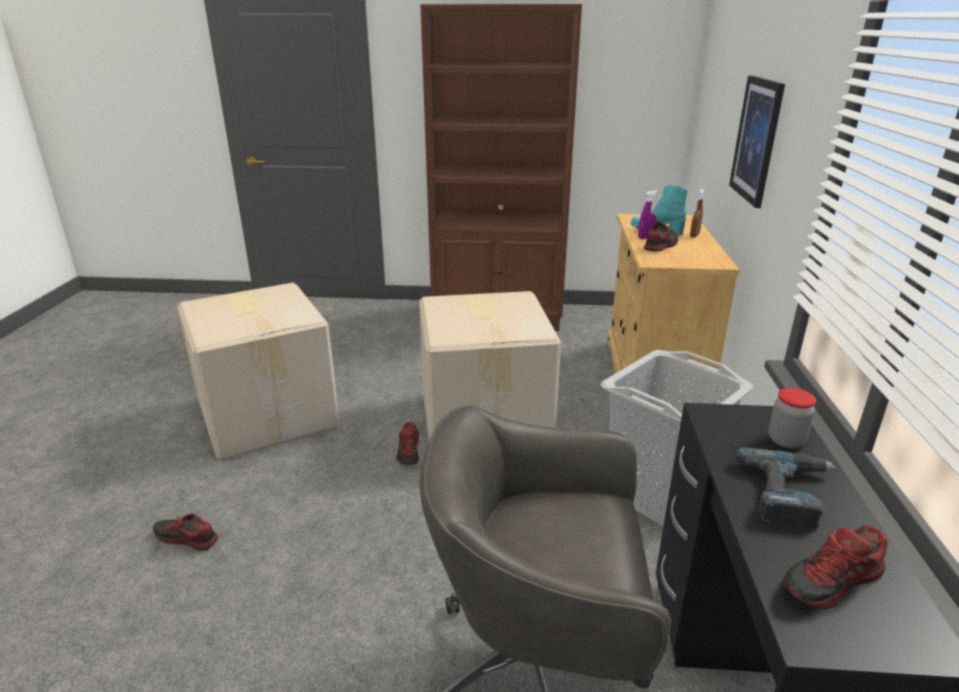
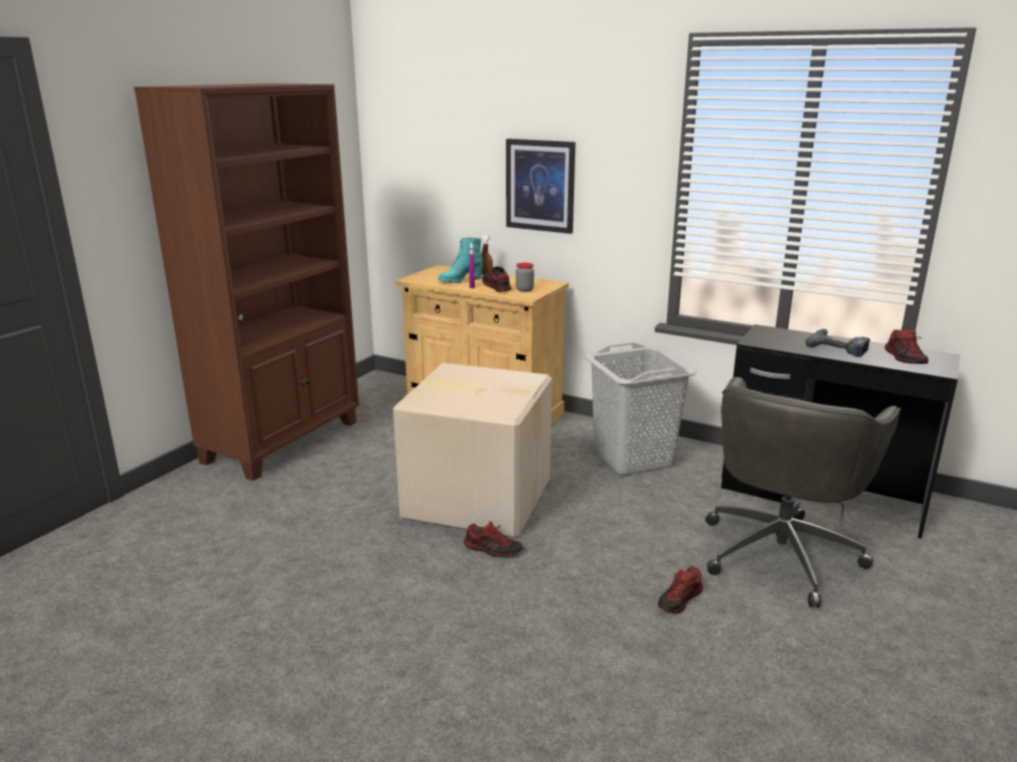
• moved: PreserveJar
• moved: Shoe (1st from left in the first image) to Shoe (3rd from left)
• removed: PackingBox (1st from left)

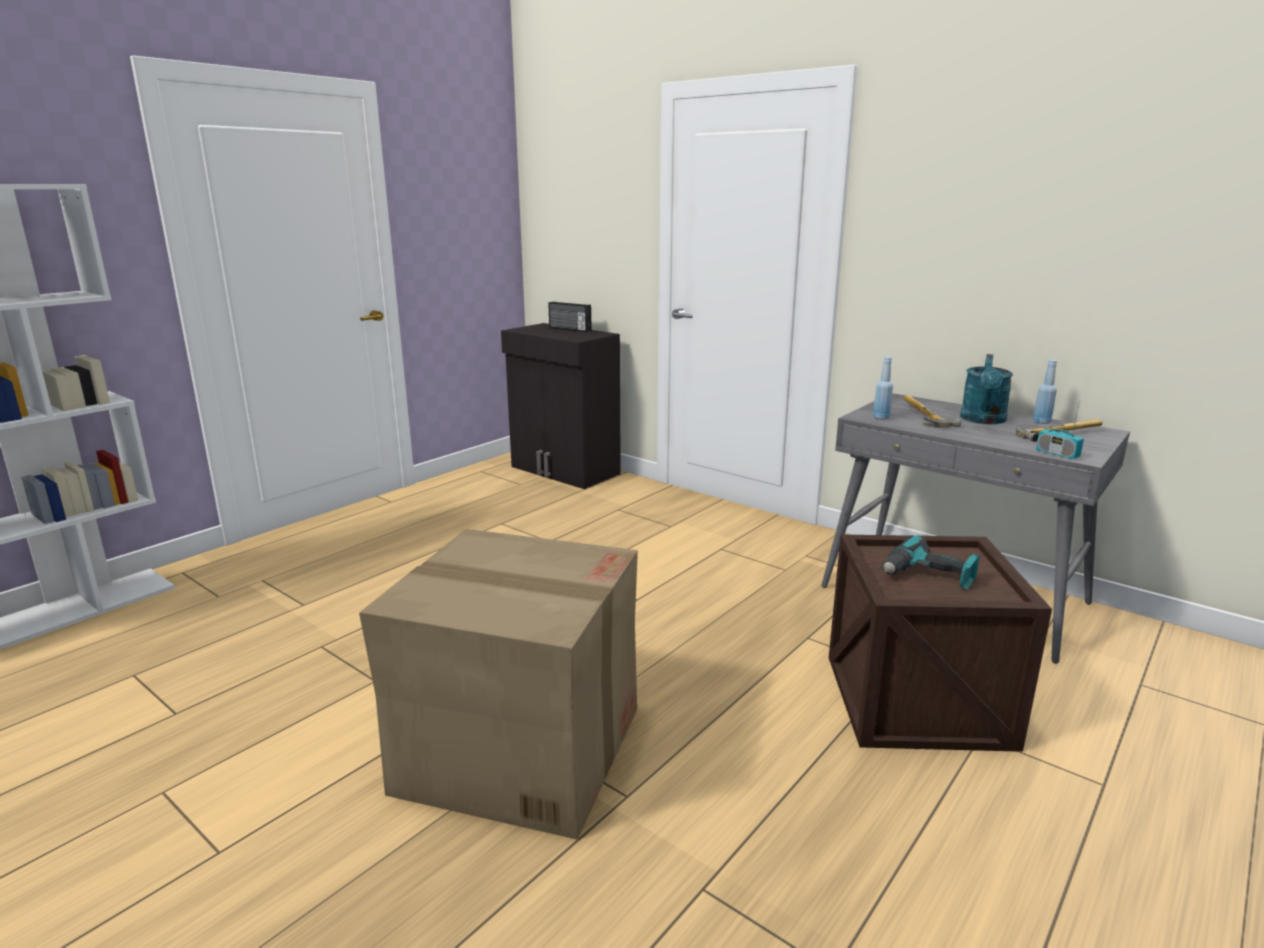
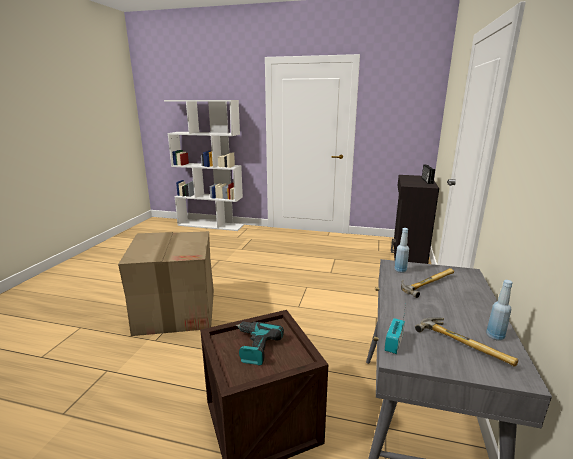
• removed: TurquoiseSprinklingCan

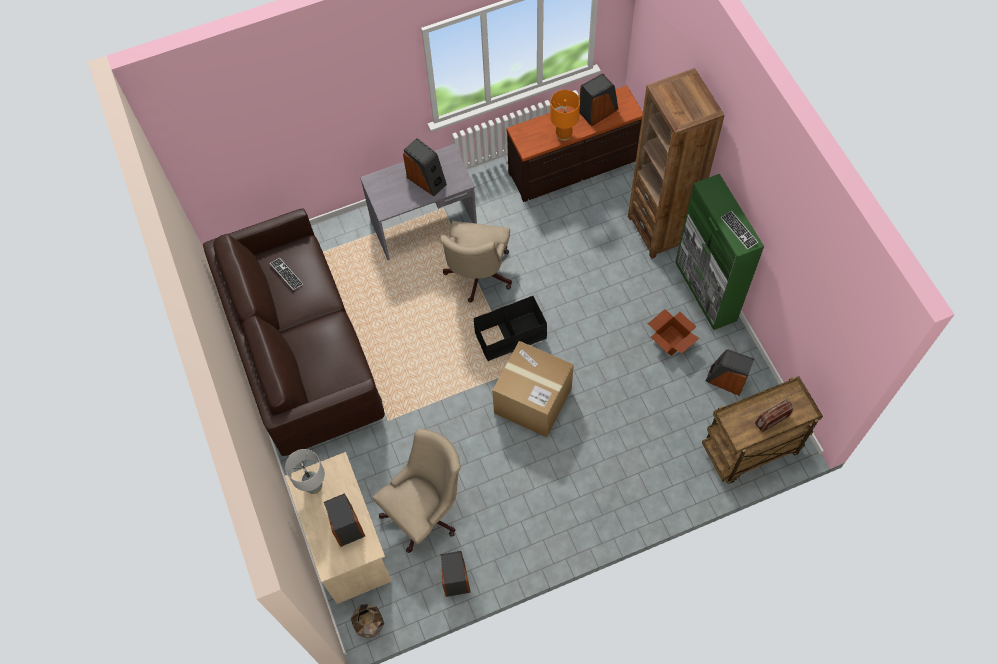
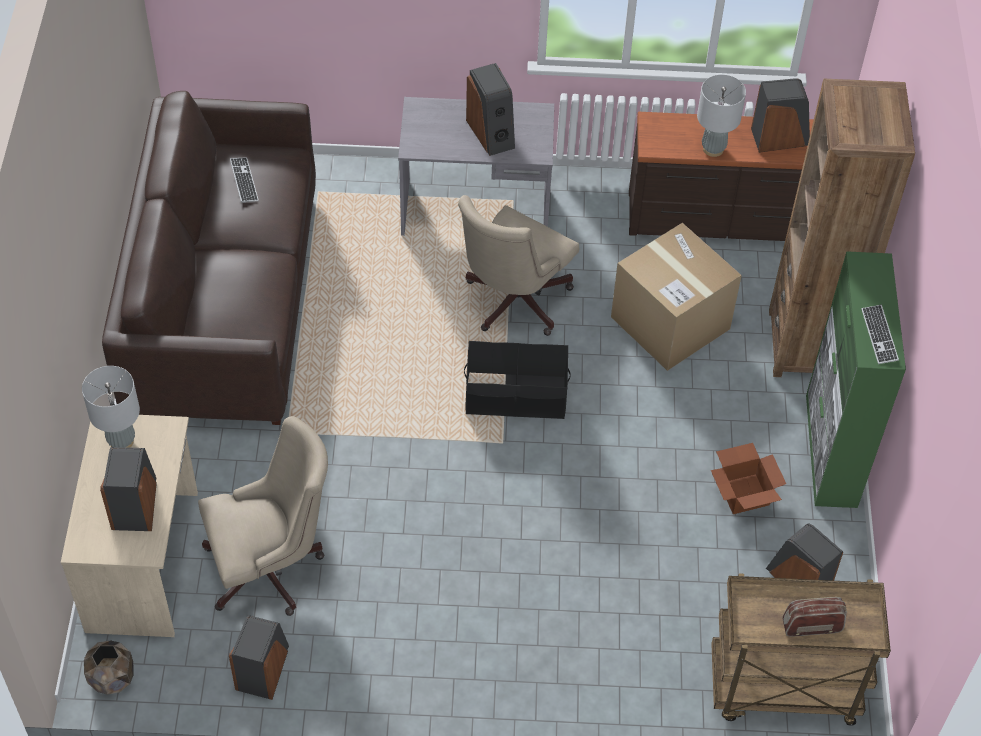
• moved: PackingBox (1st from left)
• recoloured: OrangeColouredTabletopLamp to GrayTabletopLamp (2nd from left)

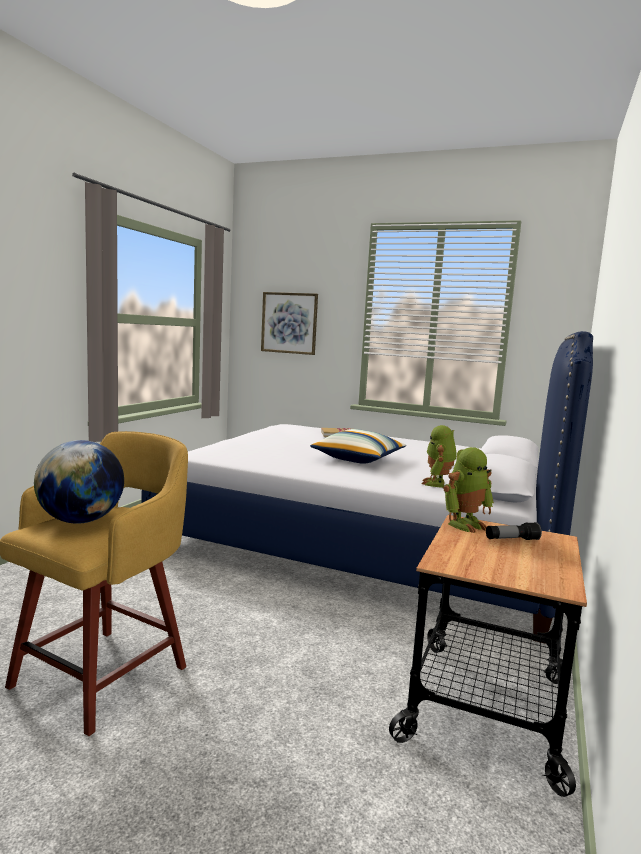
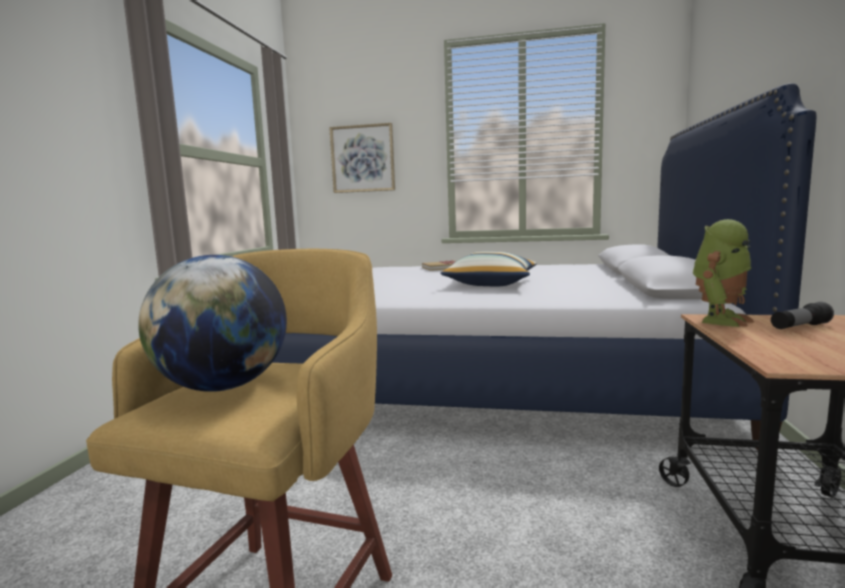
• removed: ToyRobot (1st from left)

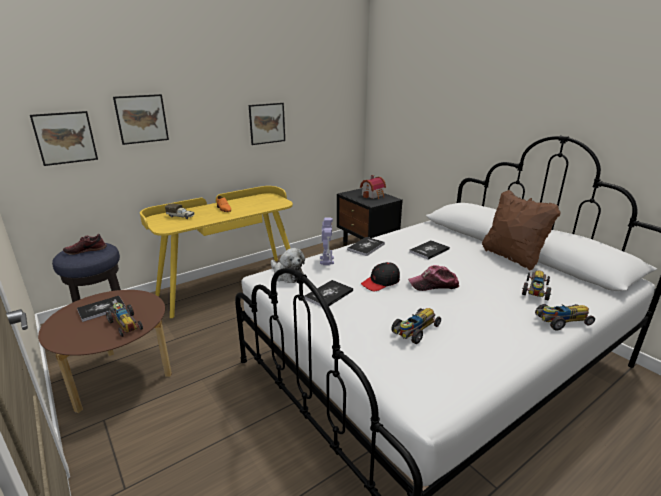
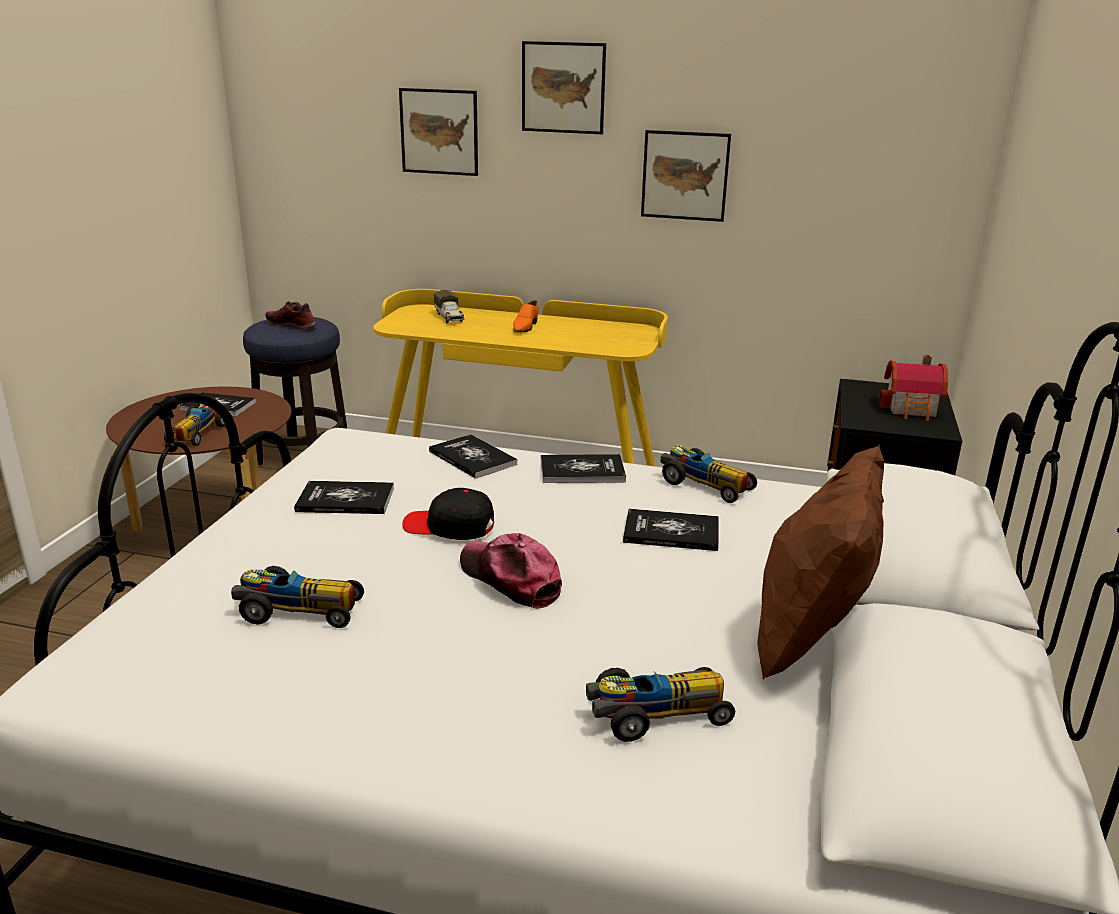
• replaced: ToyRobot to Volume (3rd from left)
• moved: WallArt (1st from left in the first image) to WallArt (2nd from left)
• moved: ToyCar (4th from left)
• removed: SoftToy

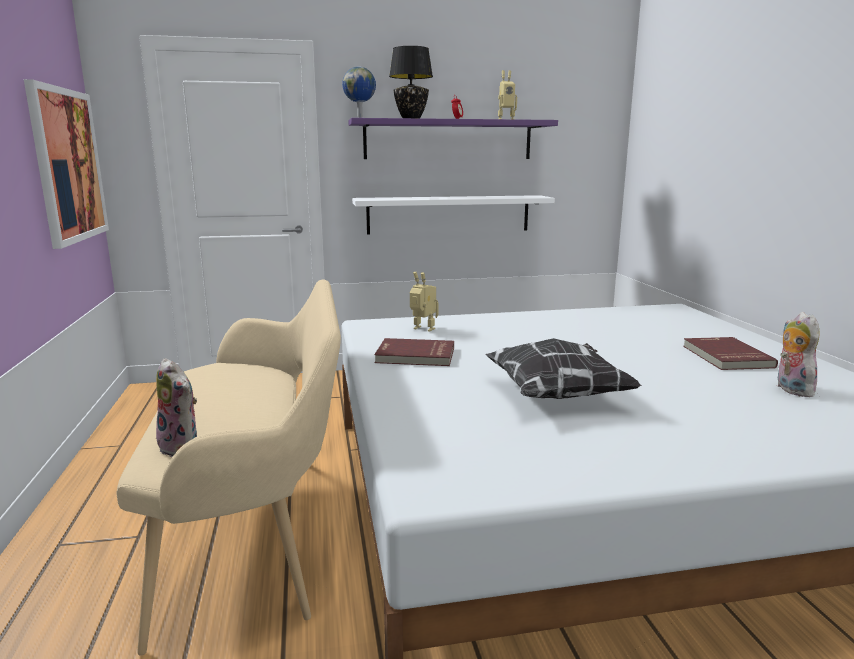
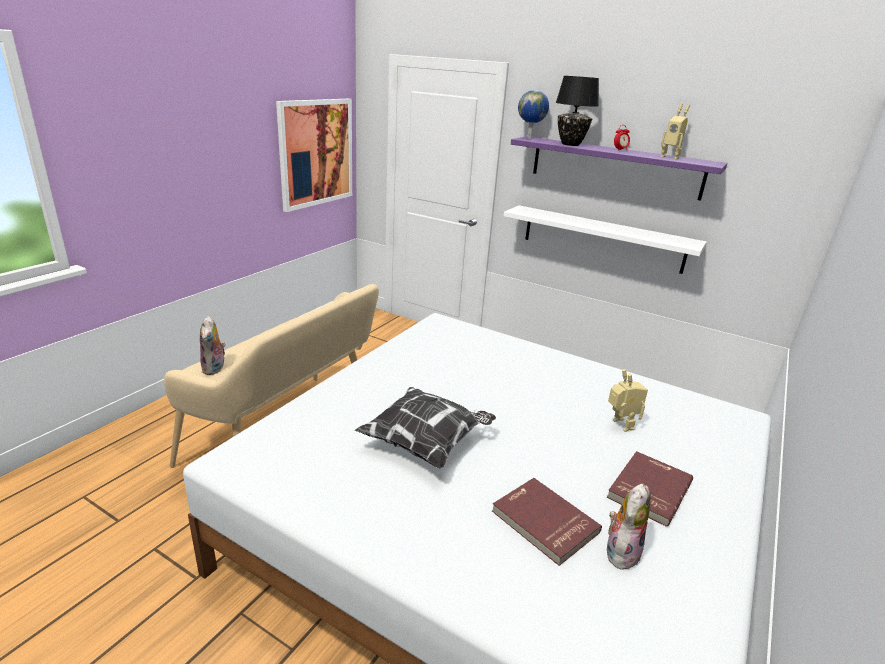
• moved: ReddishVolume (1st from left)
• moved: ToyRobot (1st from left)

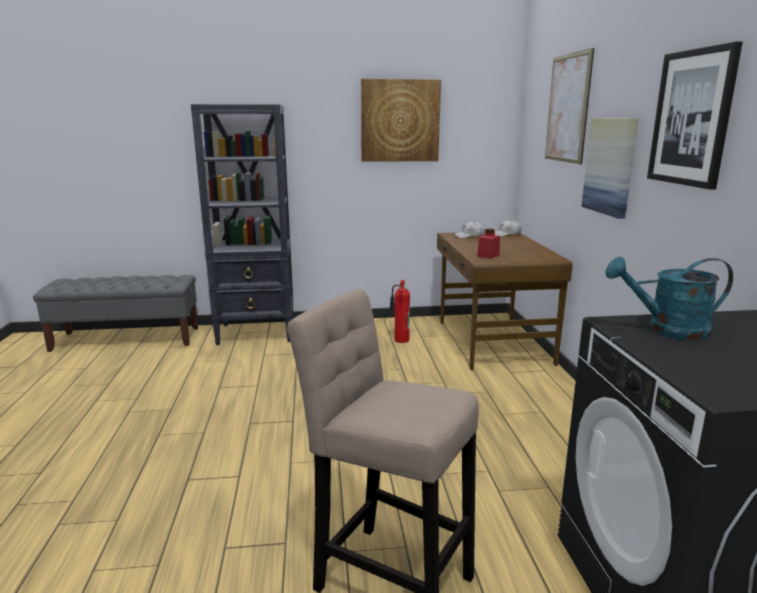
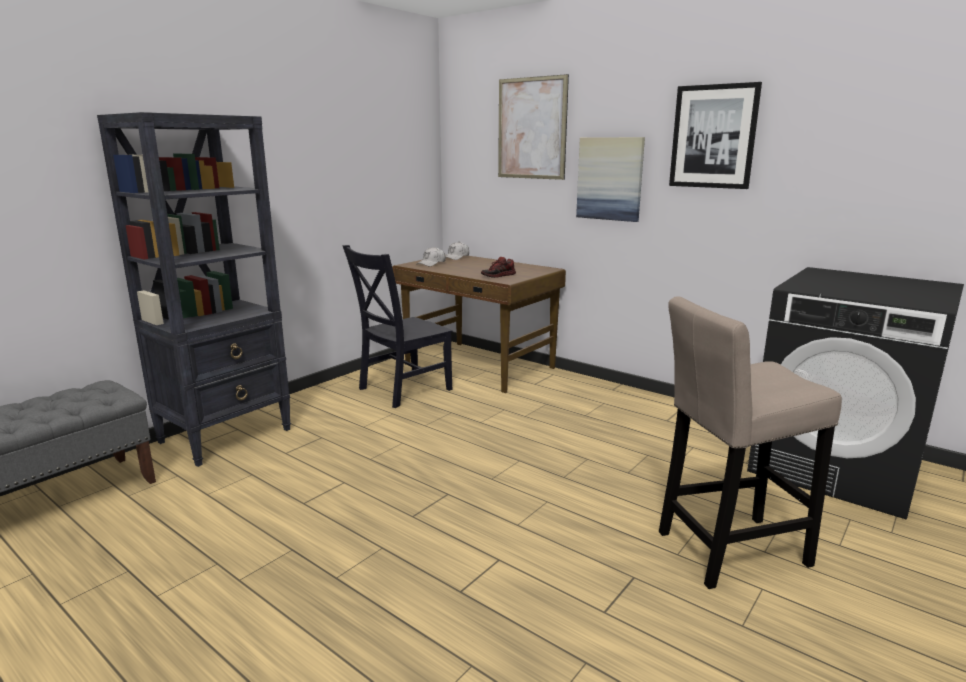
• replaced: FireFightingCylinder to BlackishPlainChair
• replaced: ReddishPreserveJar to Shoe
• removed: WallArt (1st from left)
• removed: TurquoiseSprinklingCan

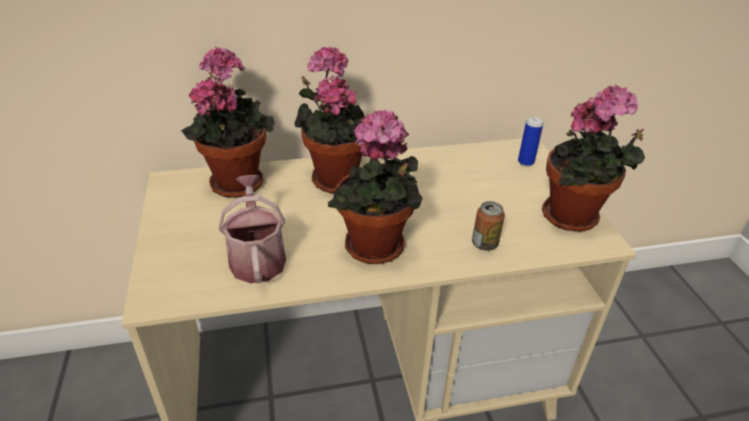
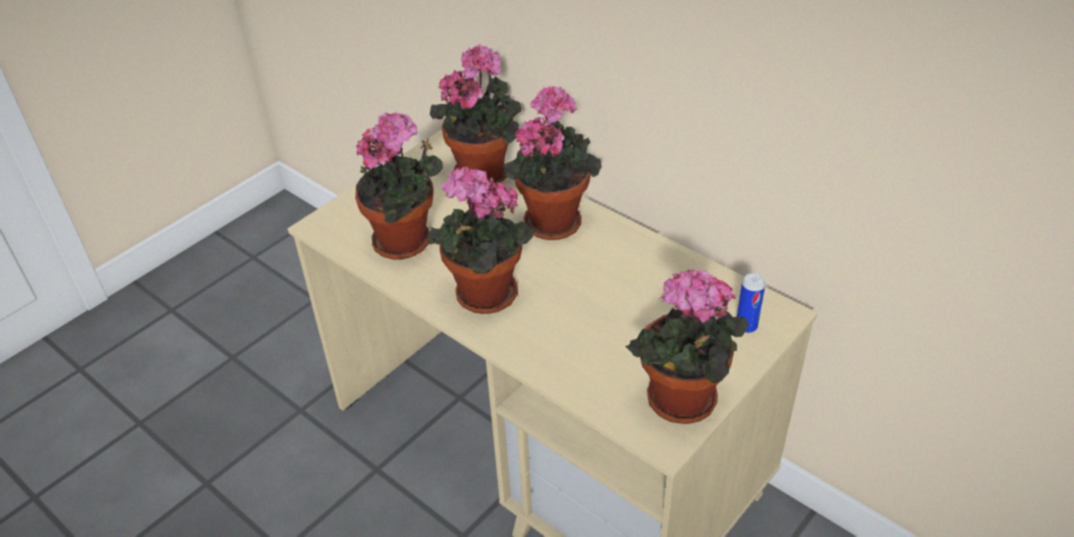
• replaced: SprinklingCan to PlantInAPot (1st from left)
• removed: MetalCan (1st from left)

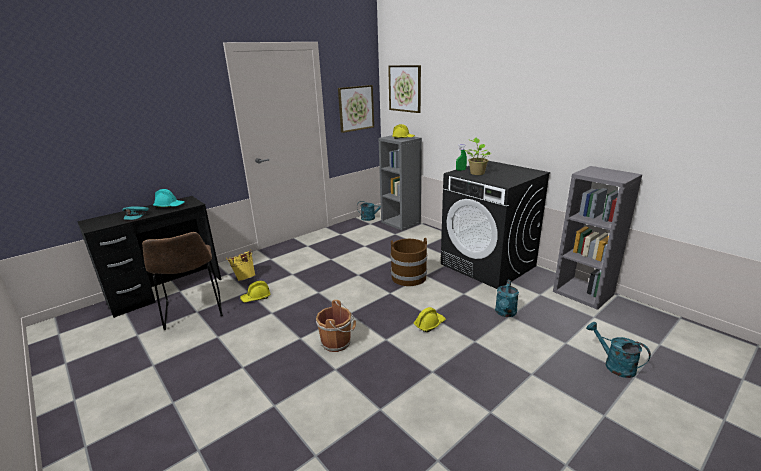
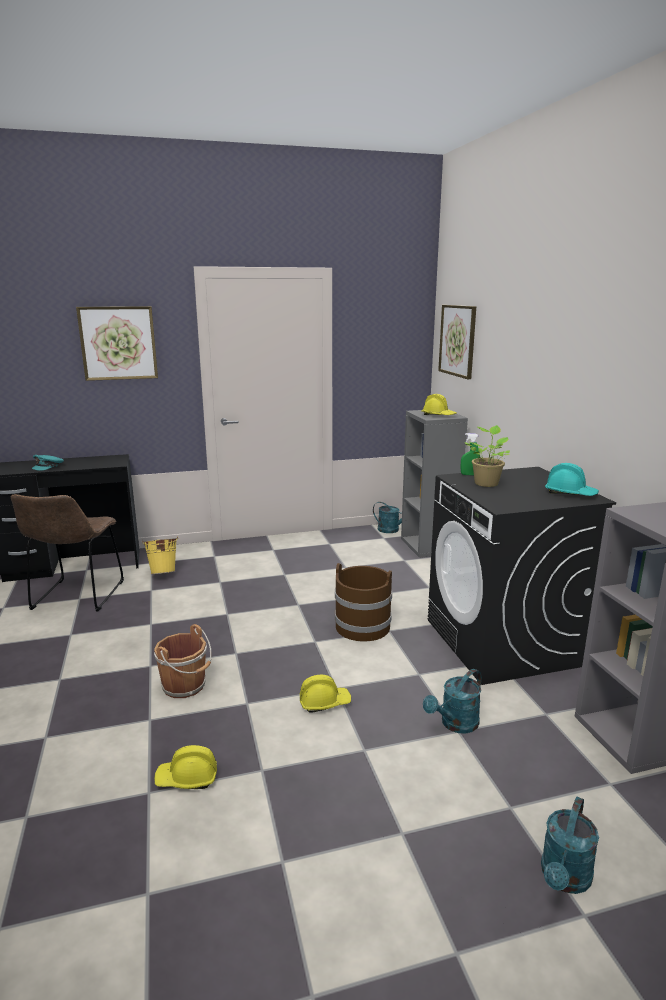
• moved: WallArt (1st from left)
• moved: YellowishWorkHelmet (1st from left)
• turned: TurquoiseSprinklingCan (3rd from left) 135 degrees counterclockwise
• moved: TurquoiseWorkHelmet

